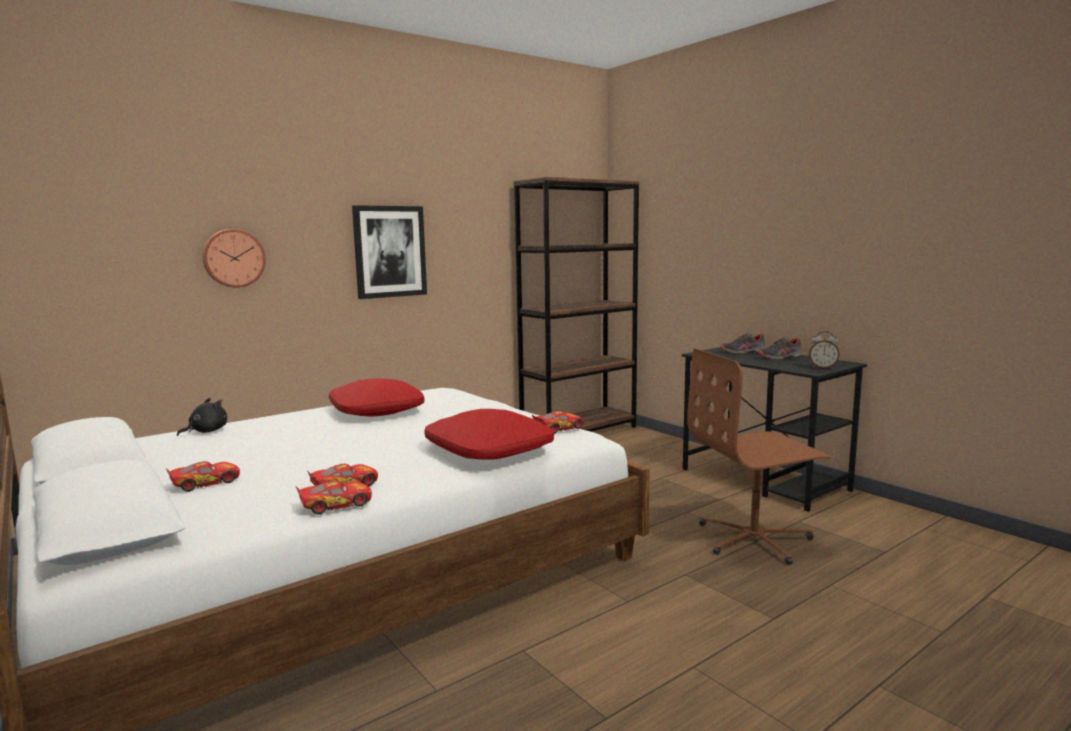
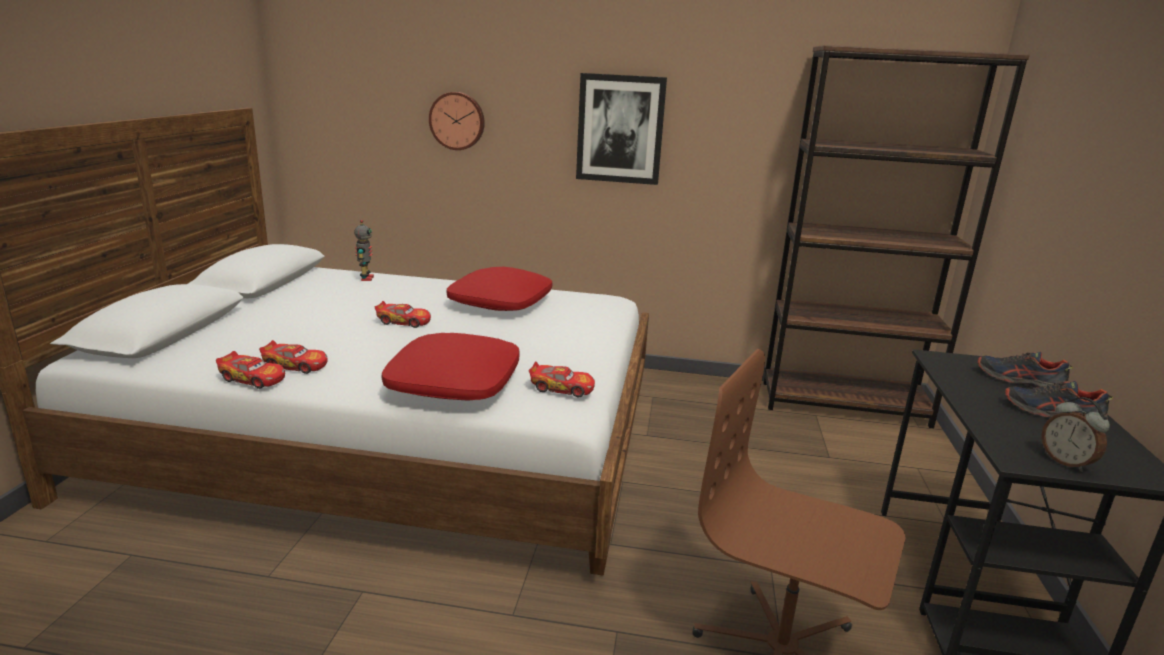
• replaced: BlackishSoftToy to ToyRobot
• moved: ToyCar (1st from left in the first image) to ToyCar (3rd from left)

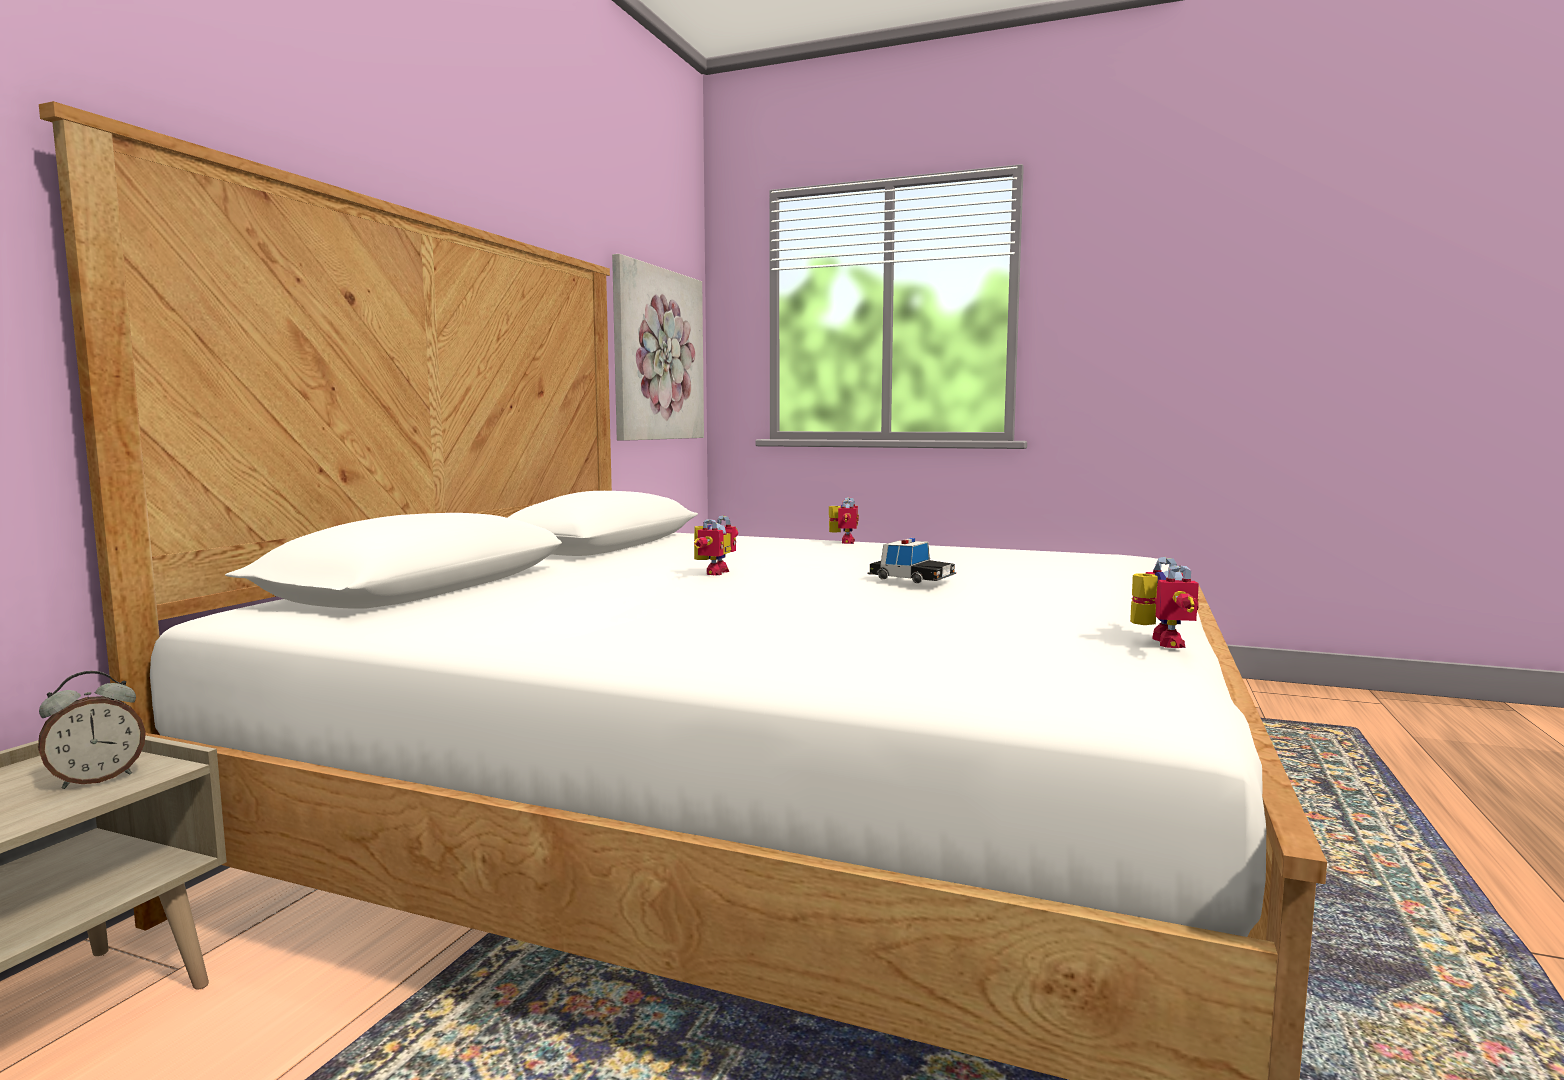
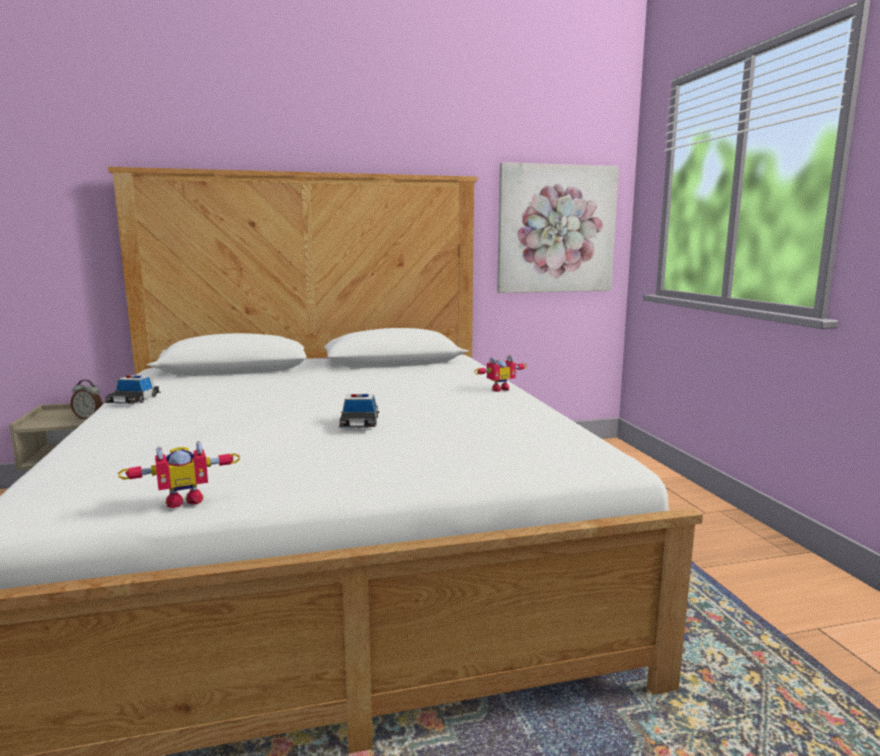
• added: ToyCar (1st from left)
• removed: ToyRobot (1st from left)

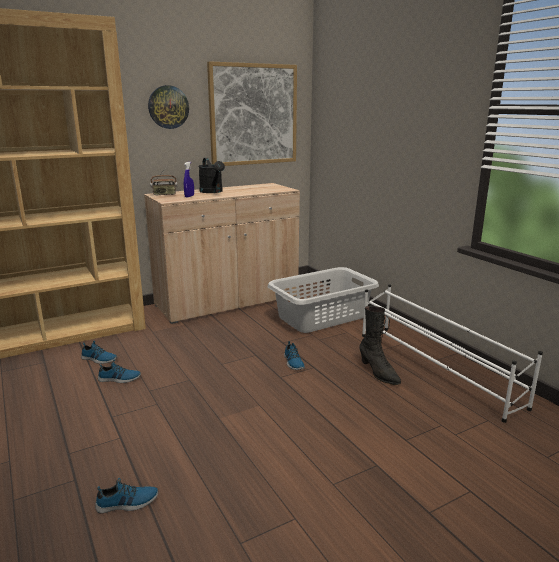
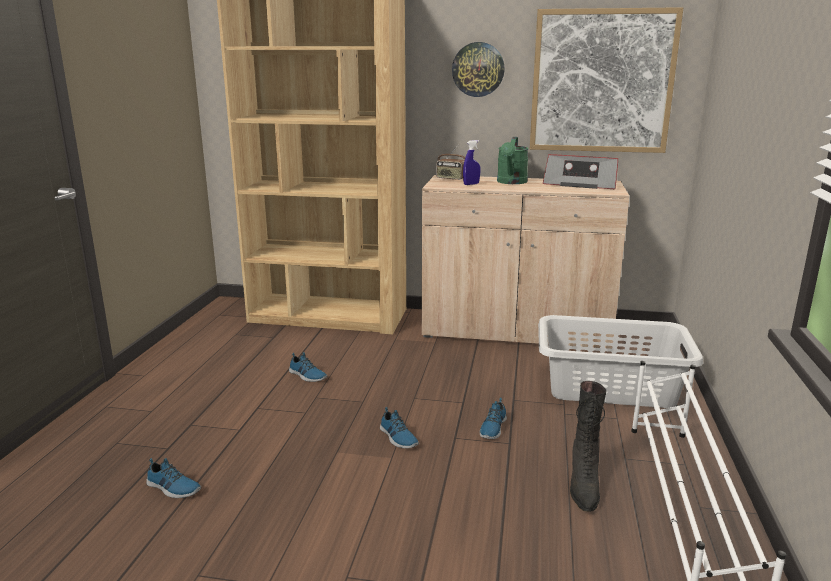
• moved: Shoe (1st from left in the first image) to Shoe (3rd from left)
• recoloured: BlackishSprinklingCan to GreenColouredSprinklingCan
• added: Radio (2nd from left)

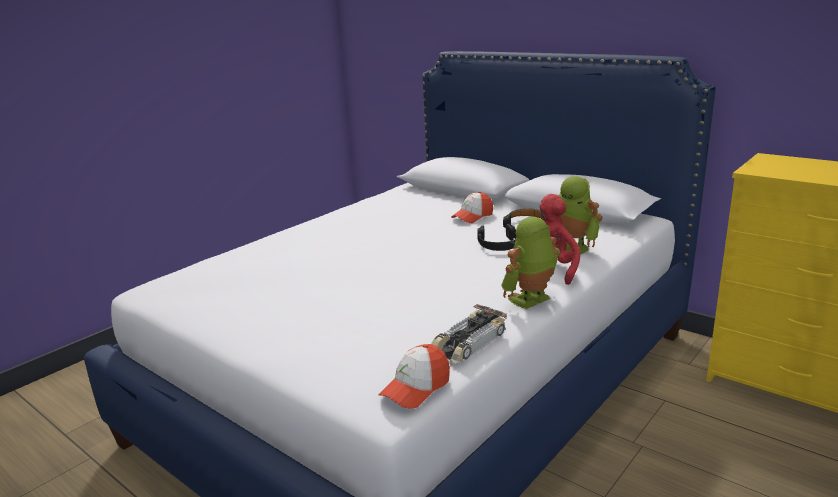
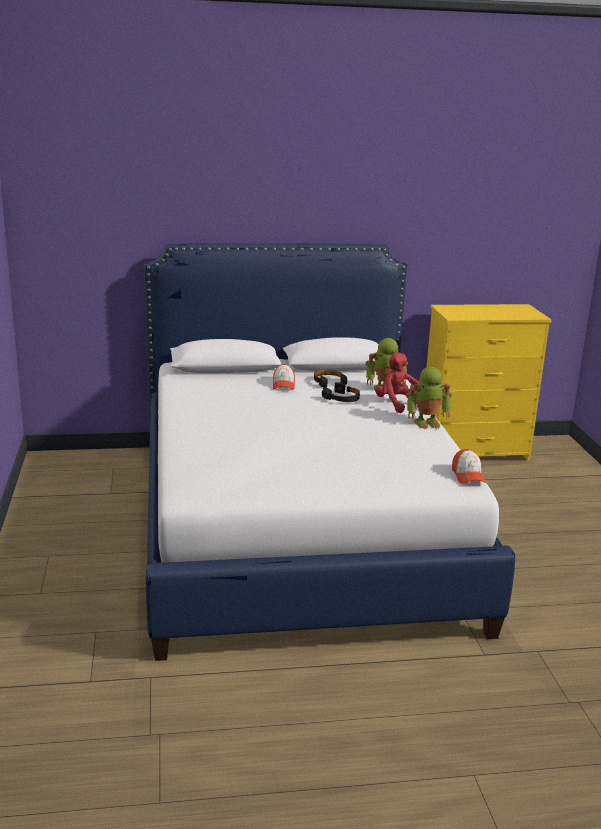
• turned: ToyRobot (1st from left in the first image) 105 degrees counterclockwise
• removed: ToyCar

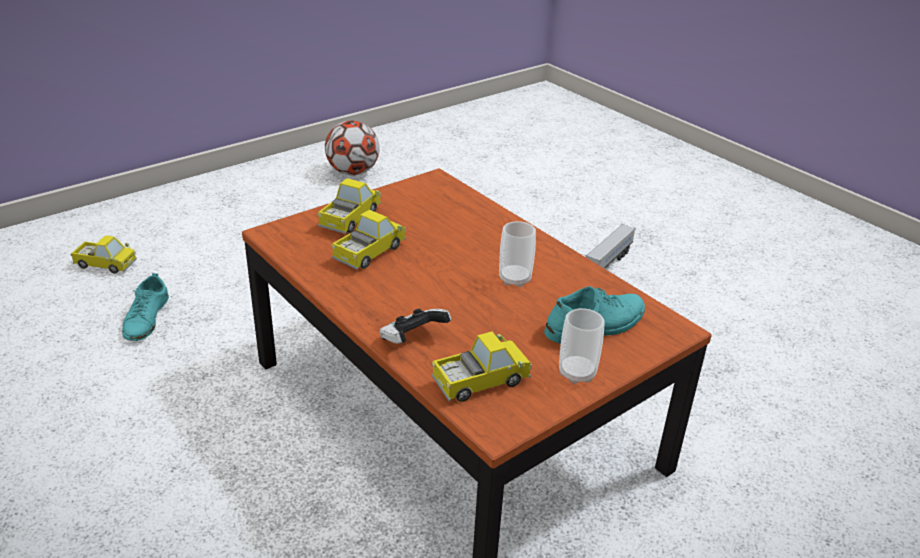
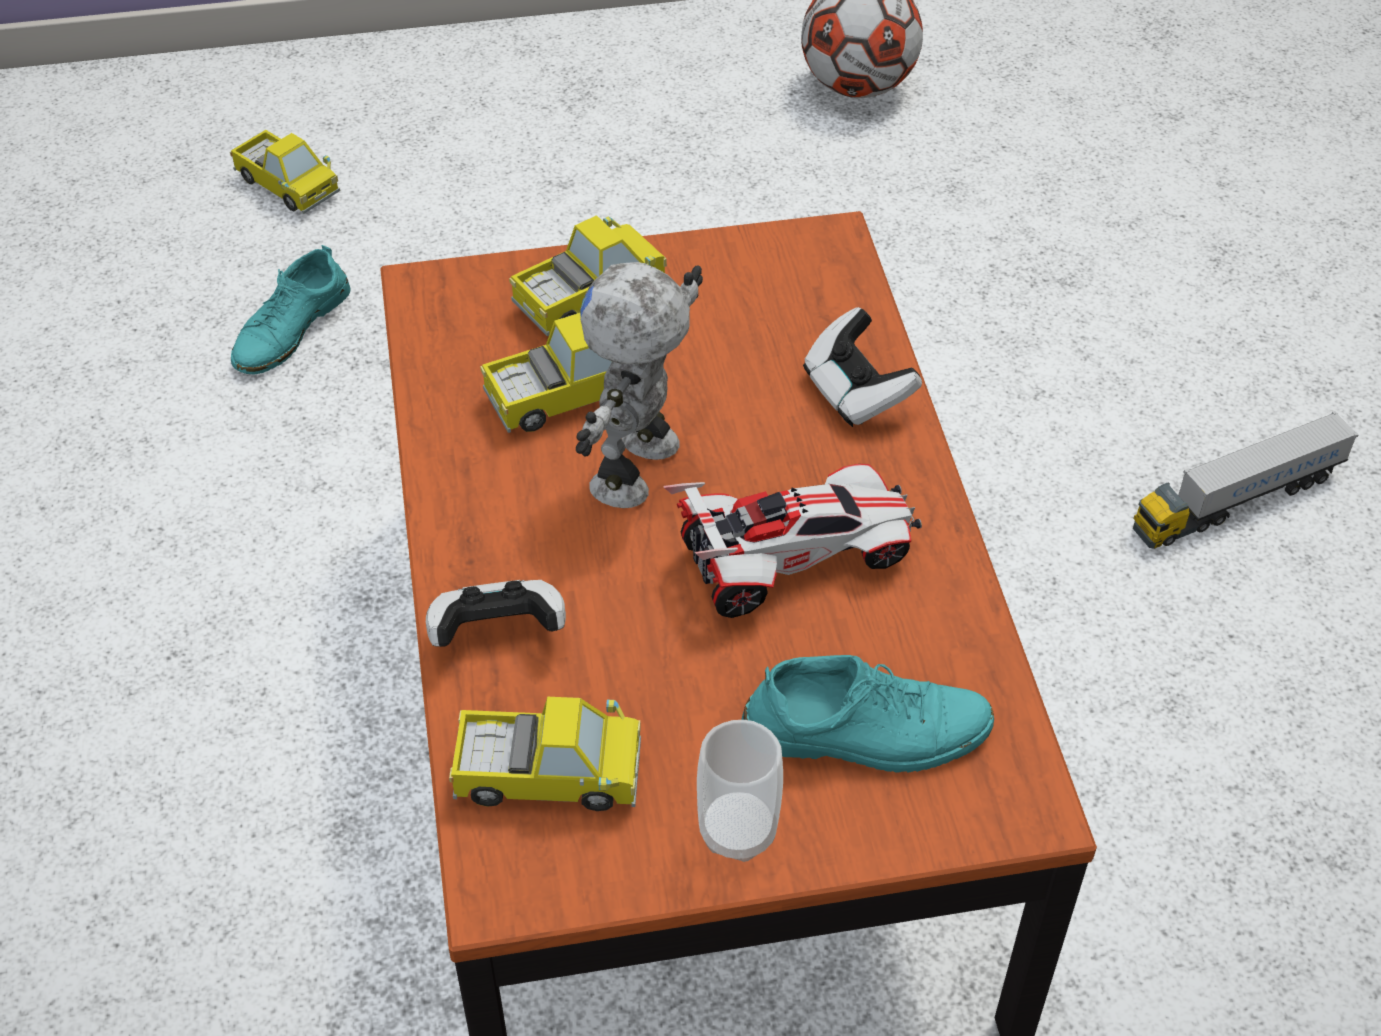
• added: ToyRobot
• replaced: DrinkingCup (1st from left) to ToyCar
• added: GameController (2nd from left)

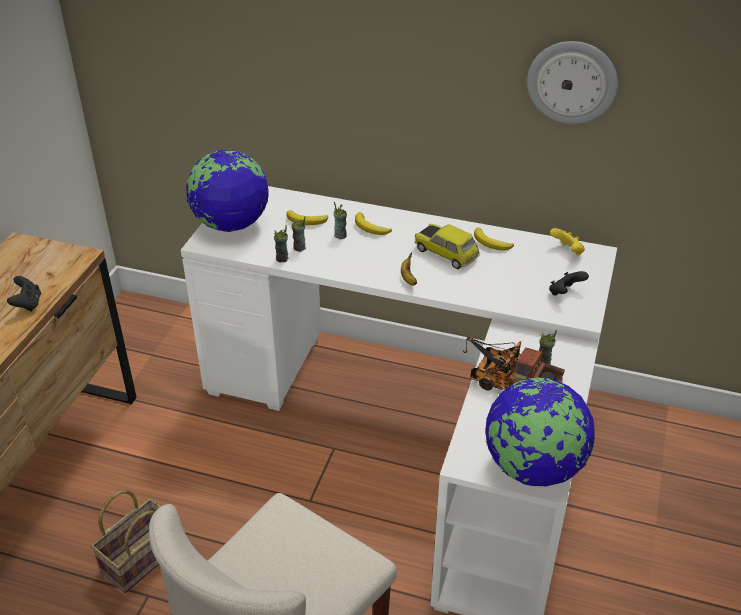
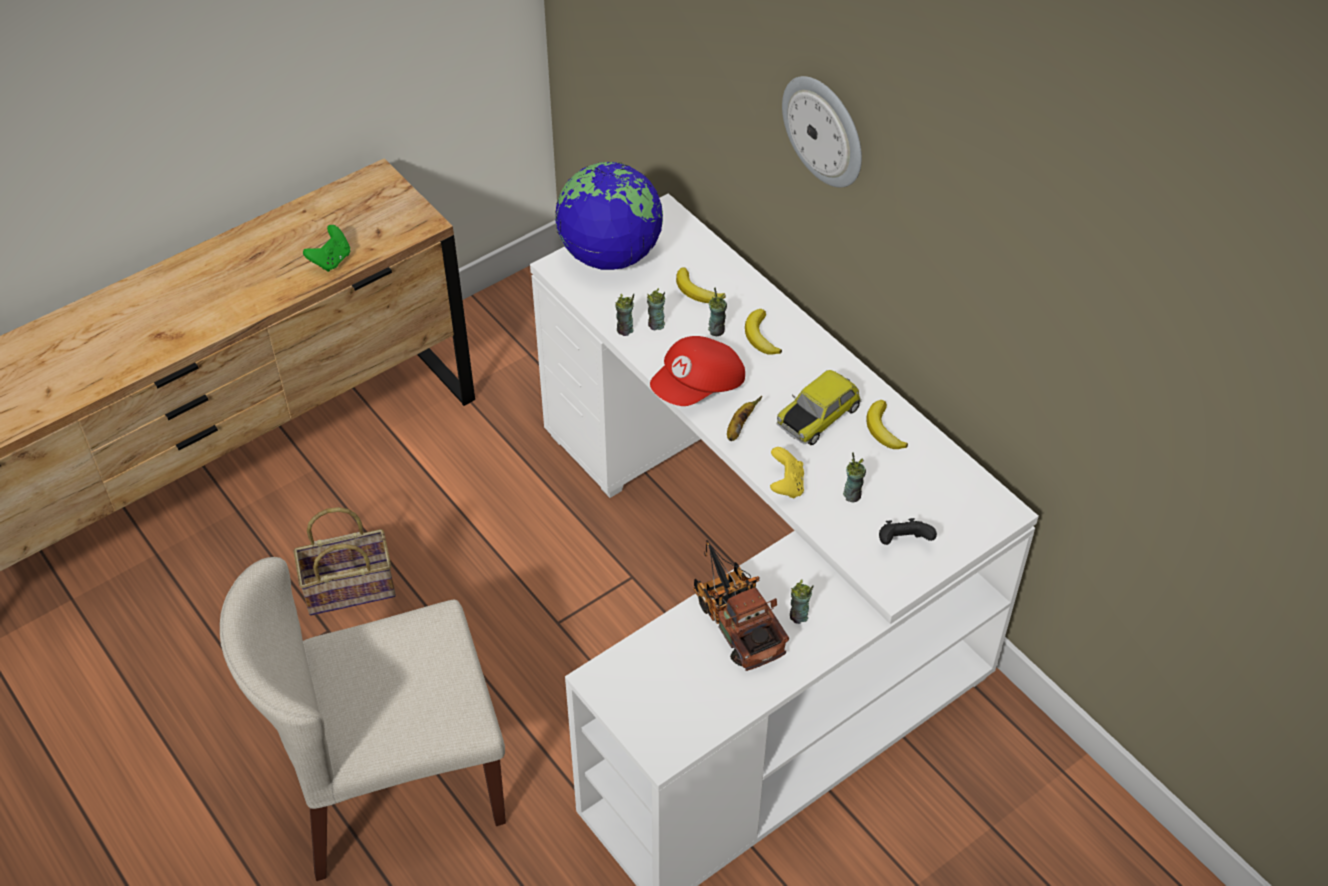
• recoloured: BlackishGameController (1st from left) to GreenColouredGameController
• added: ReddishCap
• moved: YellowishGameController
• turned: ToyCar 120 degrees counterclockwise
• moved: ClockOnTheWall
• added: DrinkingCup (5th from left)
• removed: WorldGlobe (2nd from left)

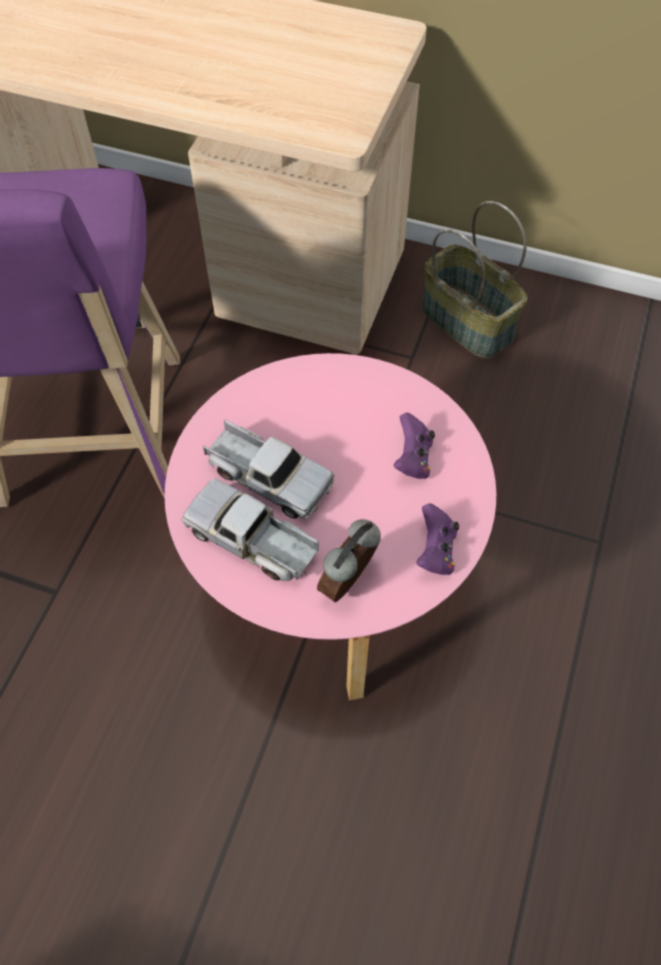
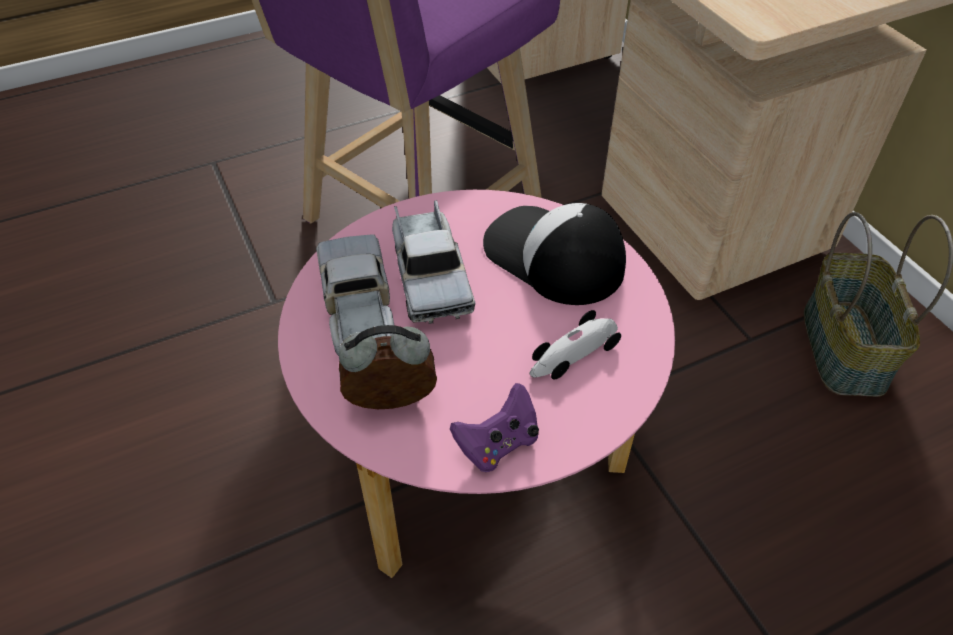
• added: Cap
• replaced: PurpleGameController (1st from left) to ToyCar

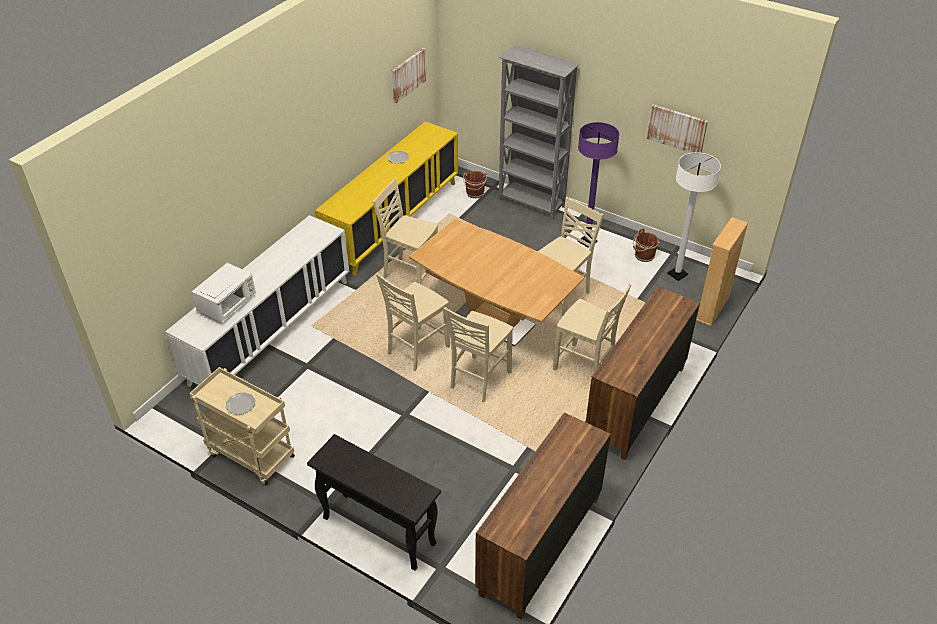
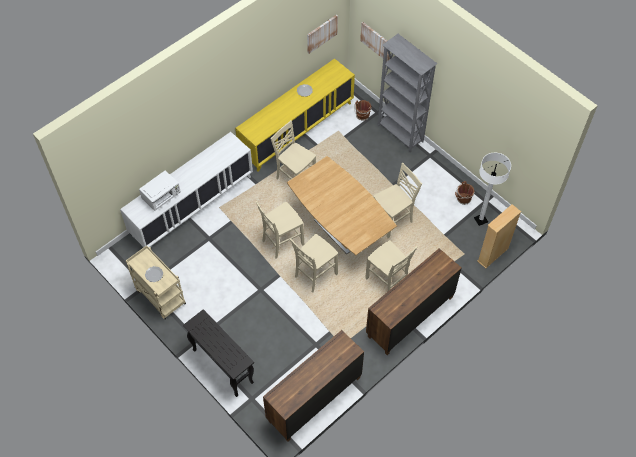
• moved: WallArt (2nd from left)
• removed: PurpleStandardLamp

